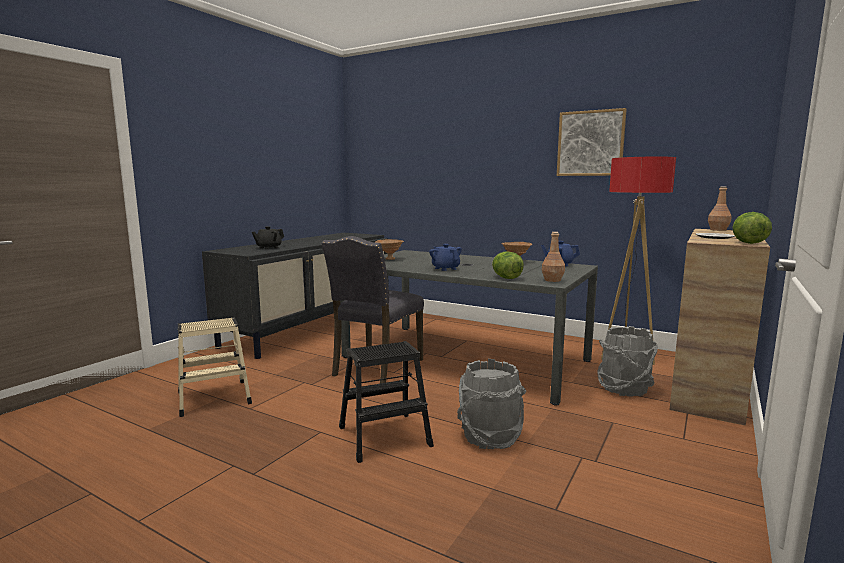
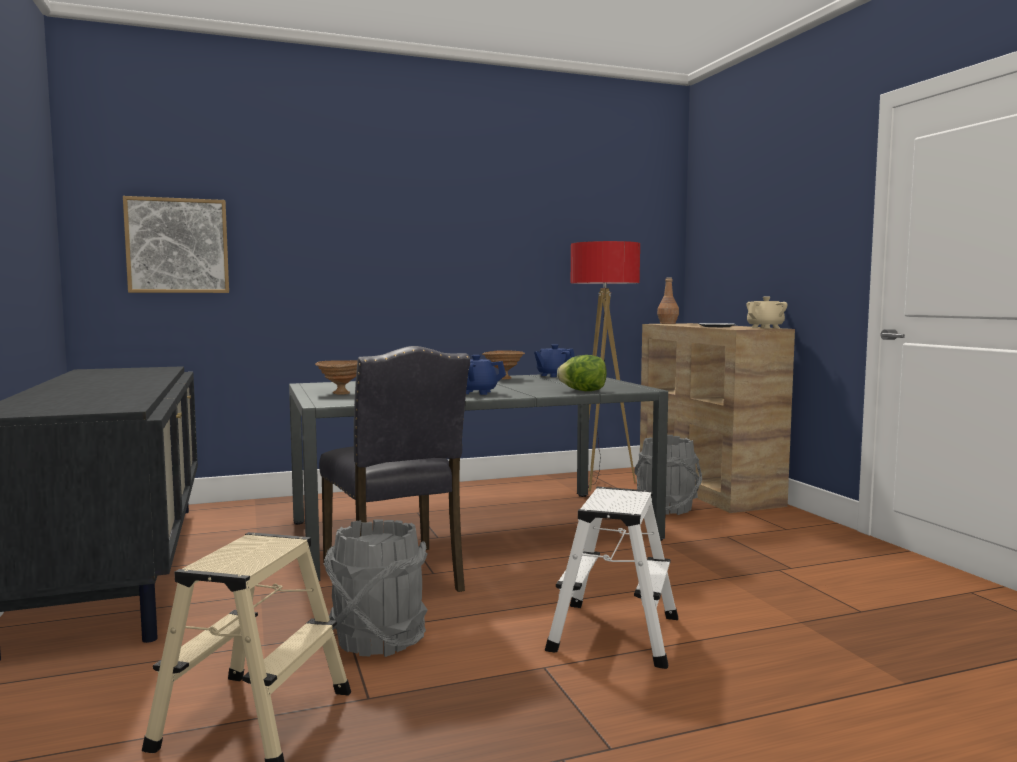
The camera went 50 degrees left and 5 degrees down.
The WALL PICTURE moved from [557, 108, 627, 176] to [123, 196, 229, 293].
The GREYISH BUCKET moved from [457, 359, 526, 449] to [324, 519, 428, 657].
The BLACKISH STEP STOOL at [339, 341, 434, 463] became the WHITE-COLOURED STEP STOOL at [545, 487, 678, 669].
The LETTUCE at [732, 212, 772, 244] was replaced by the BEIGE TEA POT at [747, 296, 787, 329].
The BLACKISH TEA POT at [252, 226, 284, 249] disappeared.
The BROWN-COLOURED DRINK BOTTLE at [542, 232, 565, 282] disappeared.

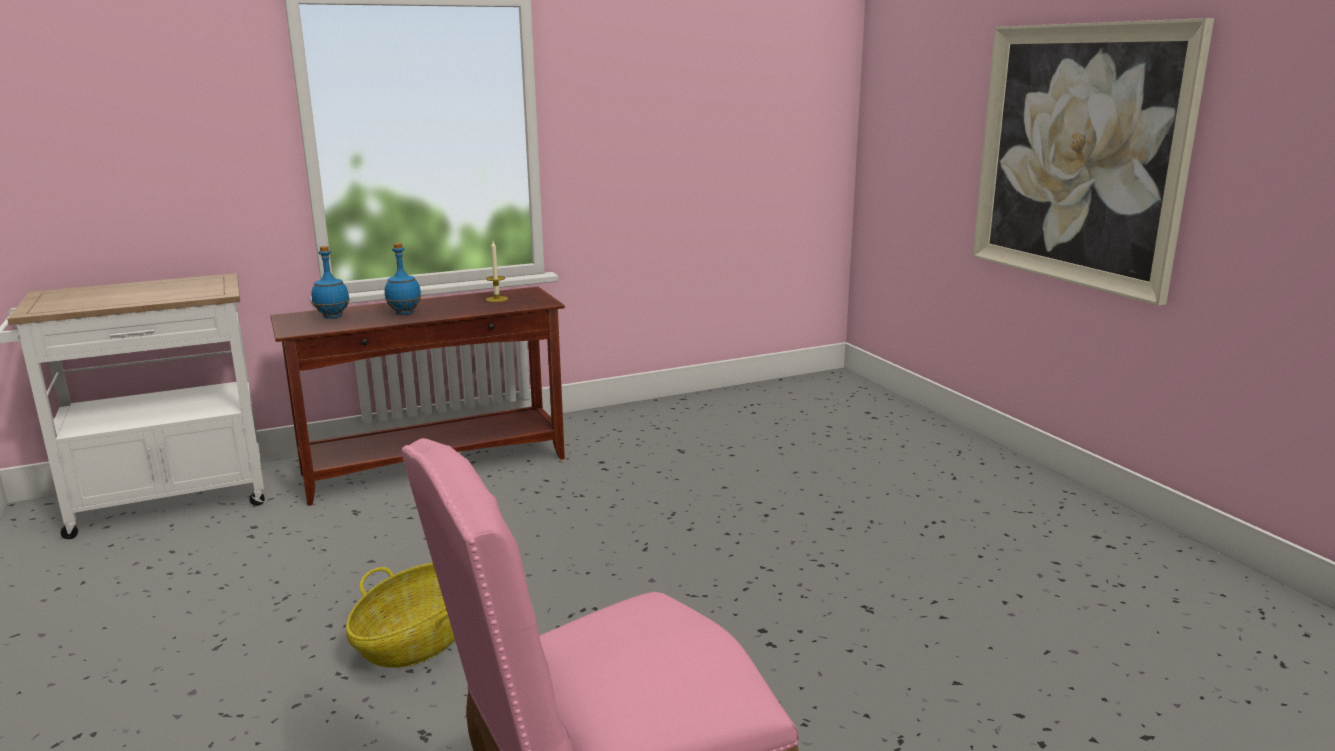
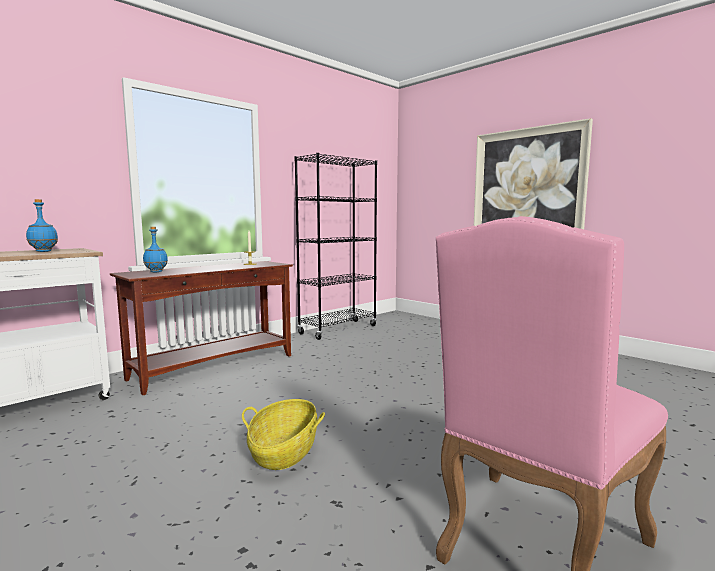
The camera went 20 degrees left and 10 degrees down.
The BLUE DRINK BOTTLE moved from [385, 243, 421, 315] to [26, 199, 58, 252].
The BLACKISH SHELVING UNIT at [294, 153, 377, 340] appeared.

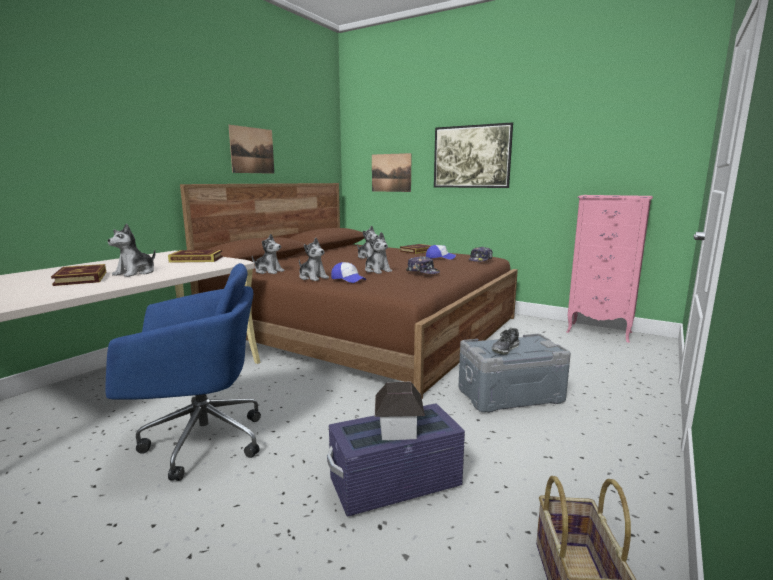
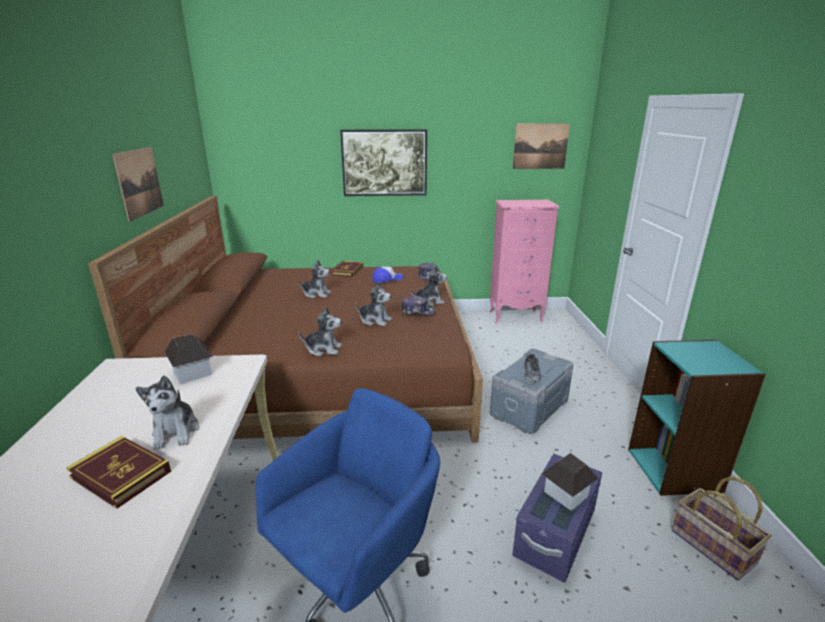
The camera went 35 degrees left and 10 degrees up.
The BOUND BOOK at [168, 250, 223, 263] was replaced by the TOY HOUSE at [165, 334, 213, 384].
The SOFT TOY moved from [252, 234, 284, 274] to [411, 265, 447, 306].
The WALL PICTURE moved from [372, 153, 412, 192] to [513, 123, 570, 169].
The TURQUOISE SHELVING UNIT at [628, 339, 766, 496] appeared.
The BASEBALL CAP at [331, 262, 366, 283] disappeared.

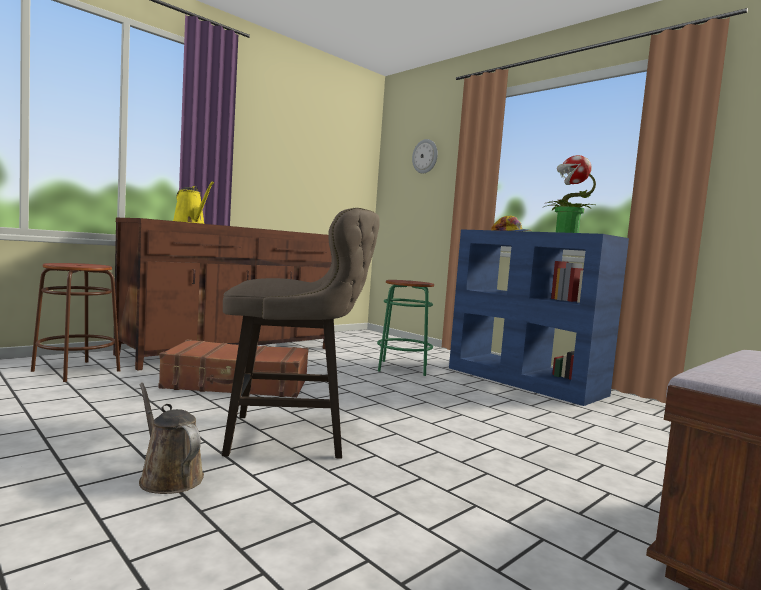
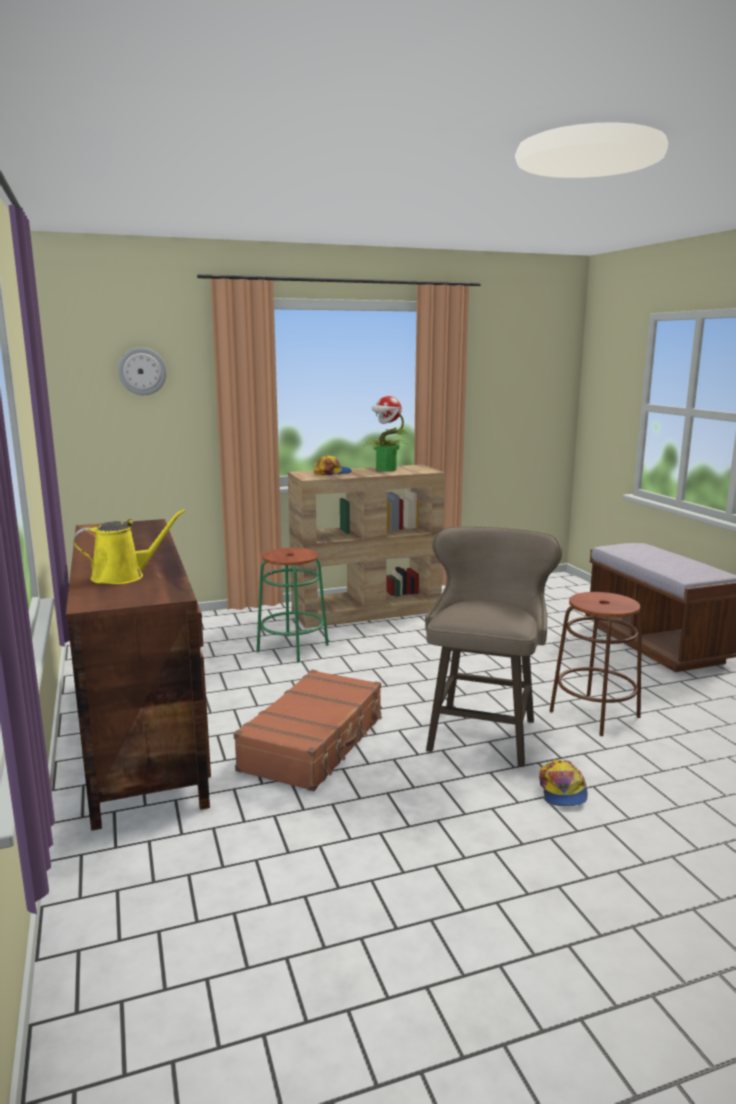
The camera went 65 degrees left and 10 degrees up.
The BLUE SHELVING UNIT at [449, 229, 629, 406] became the BROWN-COLOURED SHELVING UNIT at [288, 465, 445, 628].
The BROWN-COLOURED SPRINKLING CAN at [139, 383, 204, 494] was replaced by the BASEBALL CAP at [539, 760, 588, 806].
The BROWN-COLOURED STOOL SEAT moved from [31, 263, 120, 382] to [549, 592, 642, 736].

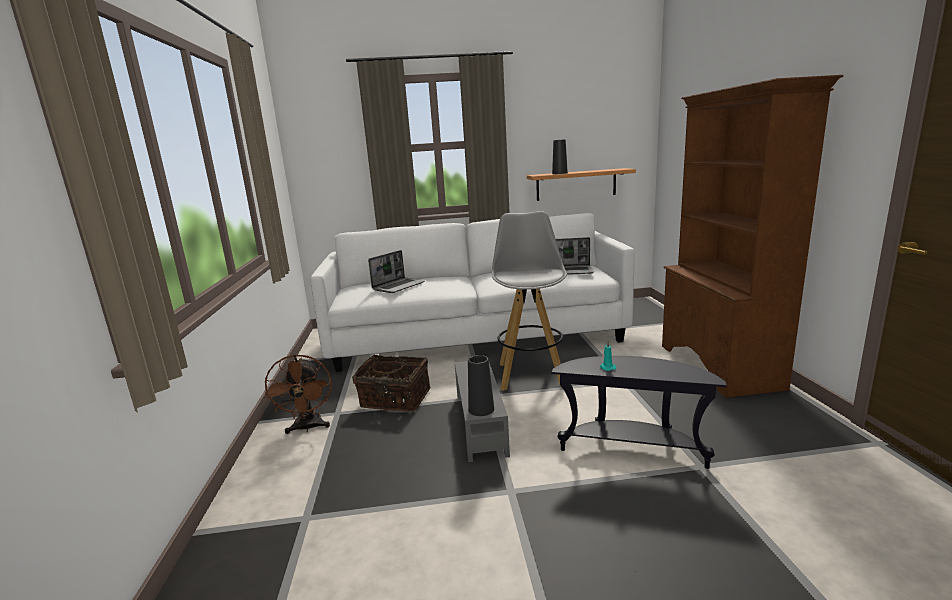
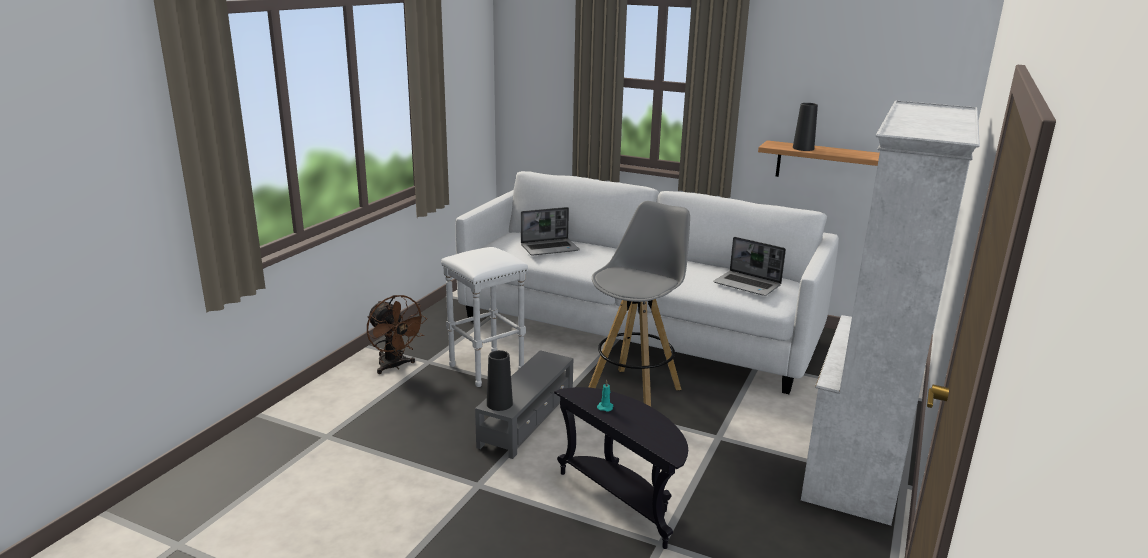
The camera went 30 degrees right and 5 degrees up.
The BROWN-COLOURED ELECTRIC FAN at [264, 354, 332, 434] turned 60 degrees counterclockwise.
The HOUSEHOLD BASKET at [352, 355, 431, 412] was replaced by the WHITE-COLOURED STOOL SEAT at [441, 247, 528, 387].
The BROWN-COLOURED SHELVING UNIT at [662, 75, 844, 398] became the WHITE-COLOURED SHELVING UNIT at [801, 101, 980, 526].

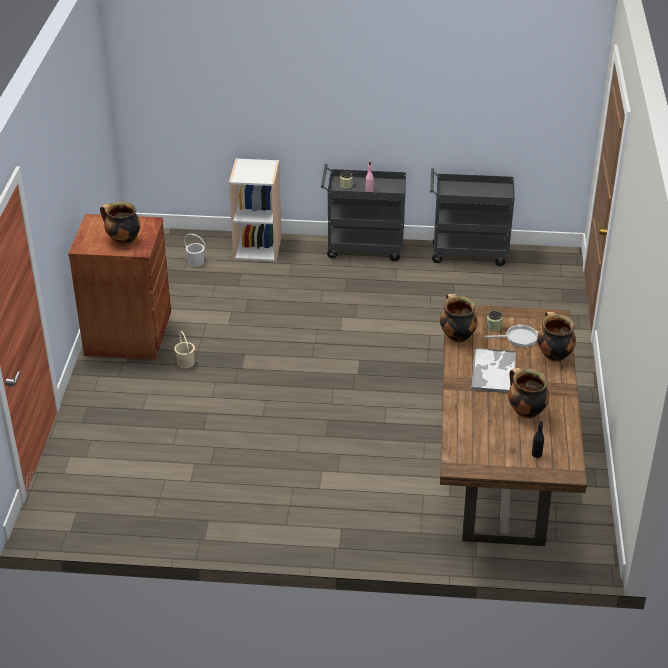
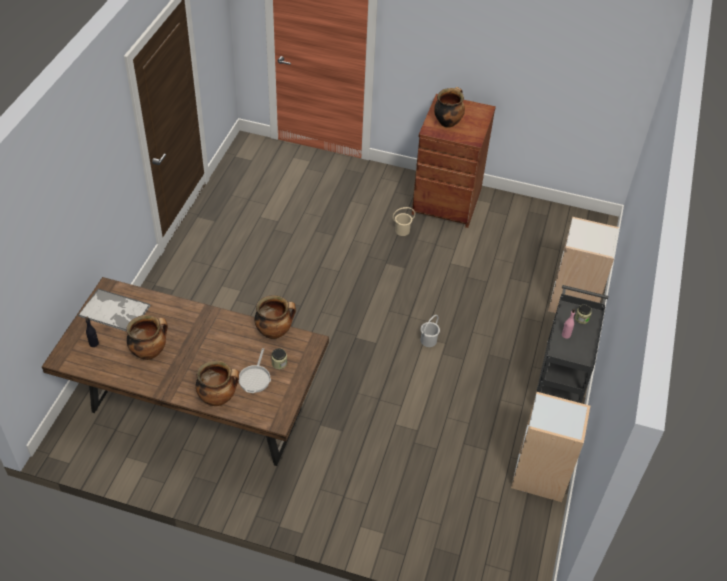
The camera went 100 degrees right and 10 degrees up.
The CARRYING TRAY moved from [471, 348, 516, 393] to [78, 288, 151, 331].
The WHITE-COLOURED BUCKET moved from [184, 234, 206, 267] to [420, 315, 440, 347].
The GREYISH CART at [430, 168, 515, 266] was replaced by the SHELVING UNIT at [511, 392, 590, 502].

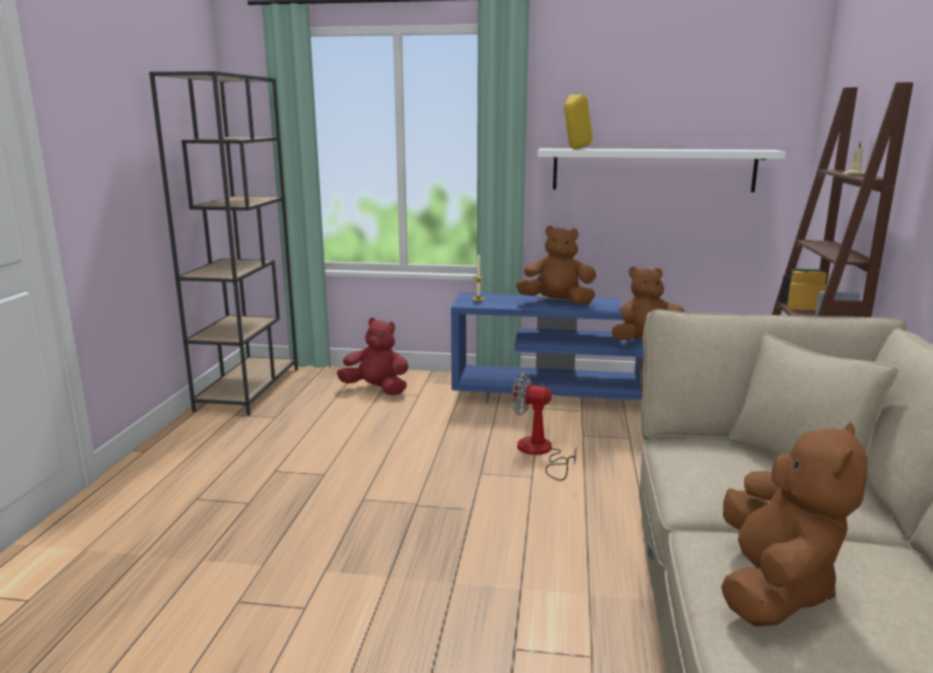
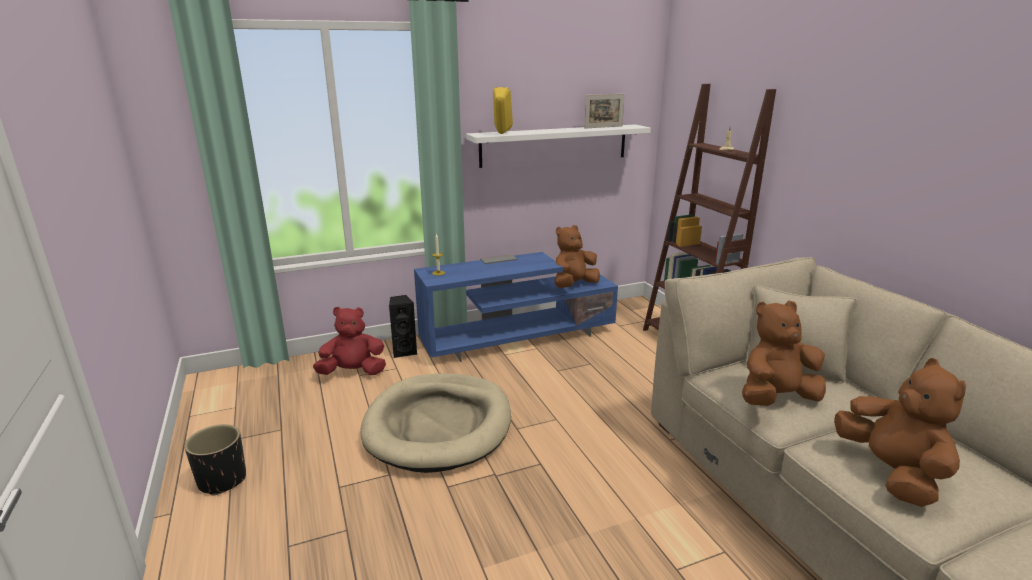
The camera went 30 degrees left and 5 degrees up.
The BLACKISH PLANT POT at [184, 424, 246, 496] appeared.
The BEIGE DOG BED at [360, 373, 511, 473] appeared.
The BLACKISH SPEAKER at [389, 295, 417, 358] appeared.
The STANDING FRAME at [584, 94, 625, 129] appeared.
The BROWN-COLOURED SOFT TOY moved from [516, 226, 596, 305] to [742, 301, 826, 406].
The SHELVING UNIT at [149, 71, 298, 415] disappeared.
The ELECTRIC FAN at [512, 372, 577, 481] disappeared.

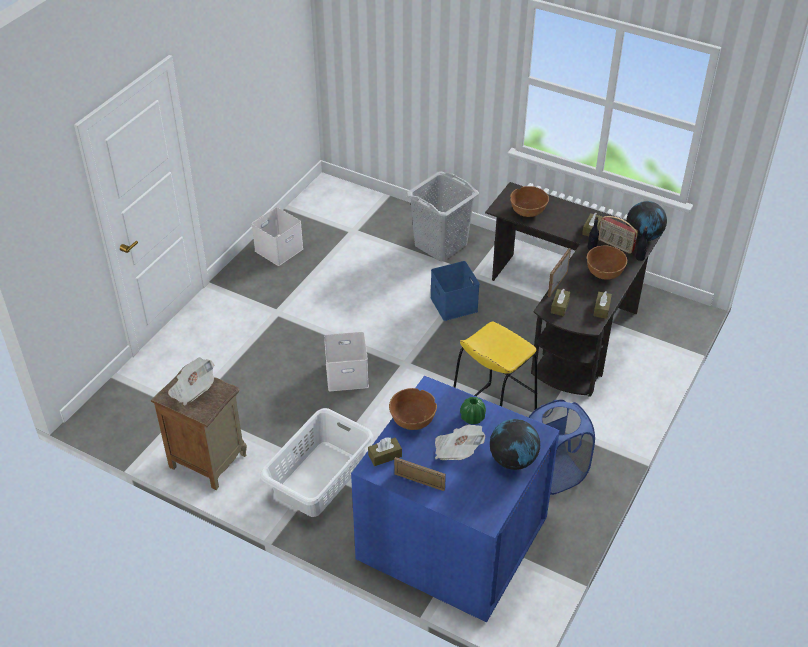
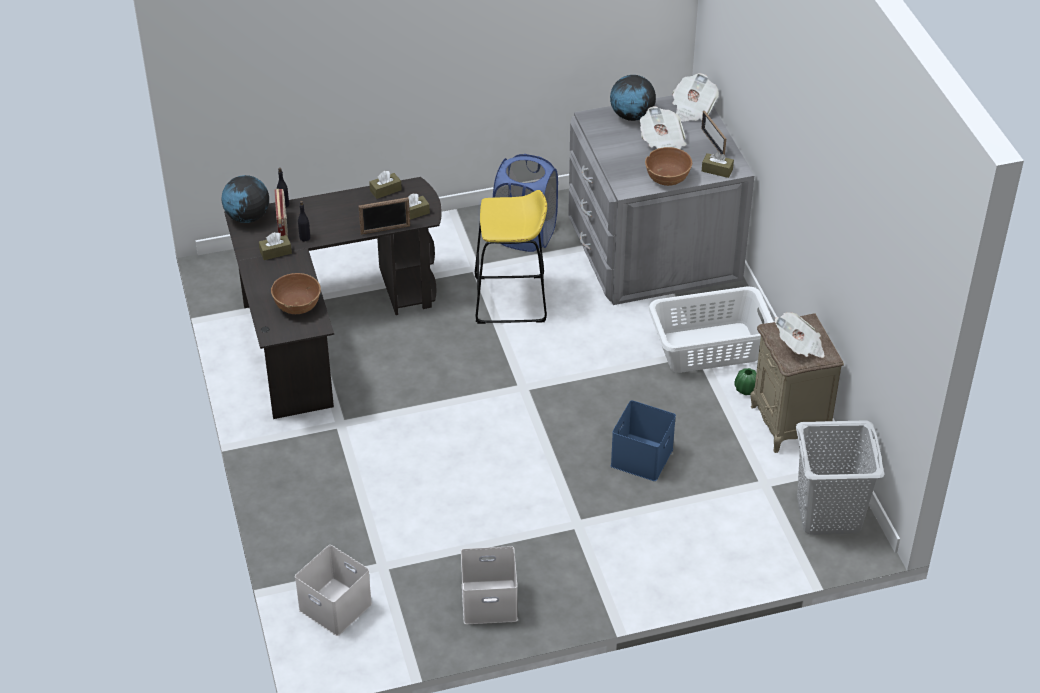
The camera went 135 degrees left and 0 degrees up.
The WHITE-COLOURED STORAGE BOX moved from [324, 332, 369, 391] to [295, 545, 372, 636].
The BLUE DRESSER at [351, 376, 560, 623] became the GREYISH DRESSER at [568, 95, 754, 305].
The BLUE STORAGE BOX moved from [430, 261, 480, 321] to [611, 400, 676, 481].
The NEWSPAPER at [672, 73, 719, 121] appeared.
The GREEN FLOWER VASE moved from [460, 397, 486, 424] to [734, 368, 756, 395].
The GREYISH LAUNDRY BASKET moved from [406, 171, 479, 261] to [796, 420, 885, 535].
The BROWN-COLOURED DEEP DISH at [587, 245, 627, 280] disappeared.

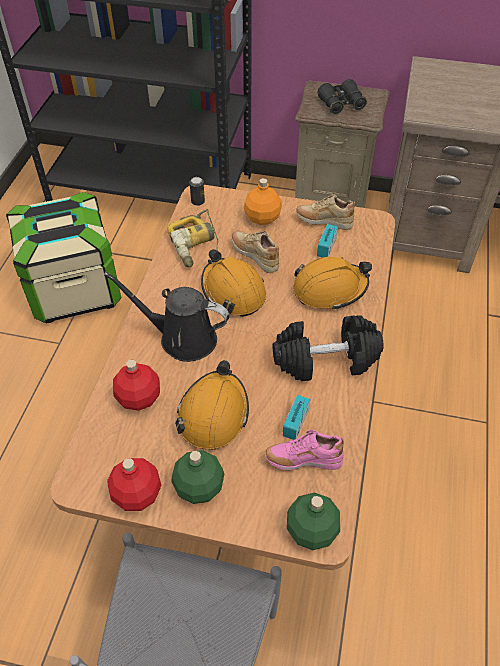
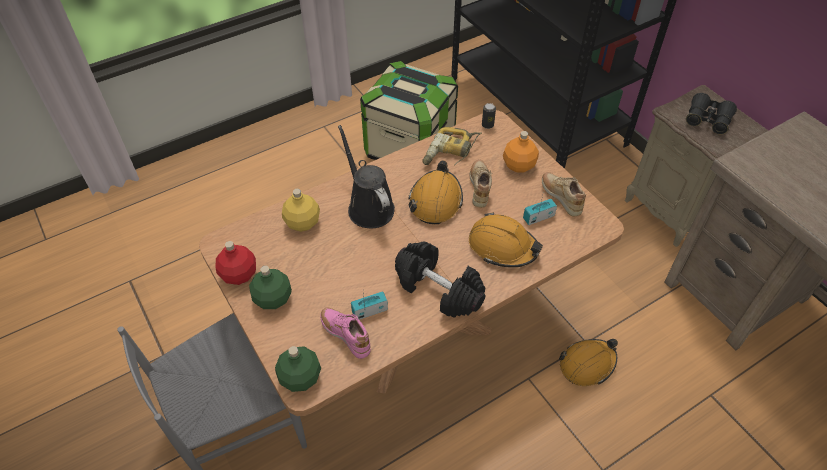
The camera went 45 degrees right and 0 degrees up.
The REDDISH DRINK BOTTLE at [113, 359, 160, 411] became the YELLOW DRINK BOTTLE at [282, 189, 320, 232].
The ORANGE-COLOURED HARD HAT moved from [175, 360, 249, 450] to [559, 339, 618, 386].

